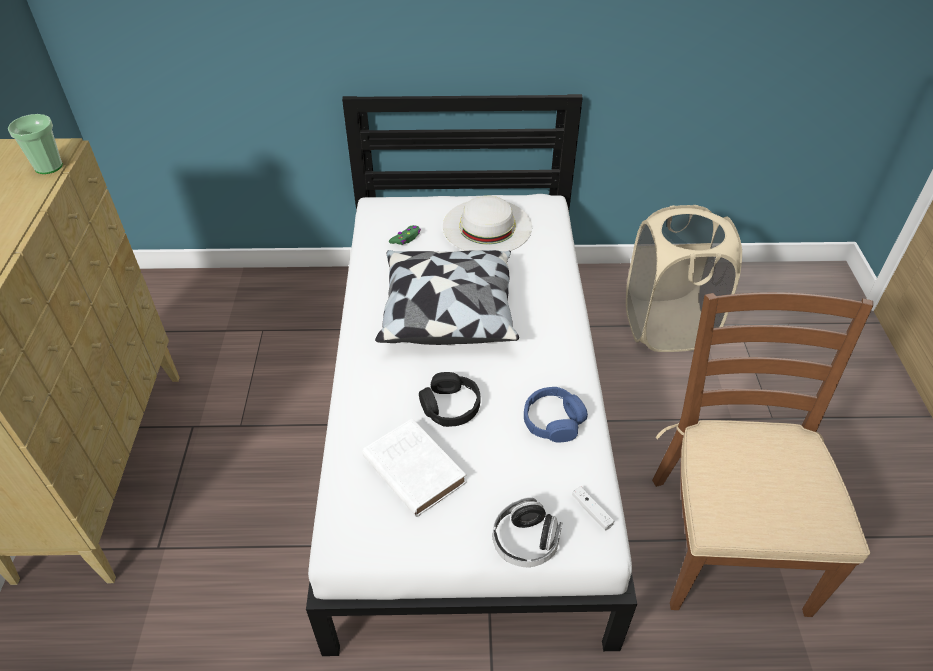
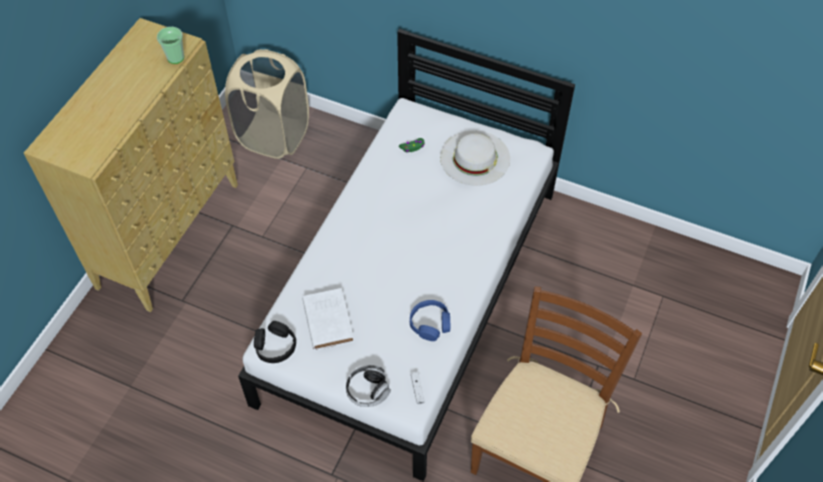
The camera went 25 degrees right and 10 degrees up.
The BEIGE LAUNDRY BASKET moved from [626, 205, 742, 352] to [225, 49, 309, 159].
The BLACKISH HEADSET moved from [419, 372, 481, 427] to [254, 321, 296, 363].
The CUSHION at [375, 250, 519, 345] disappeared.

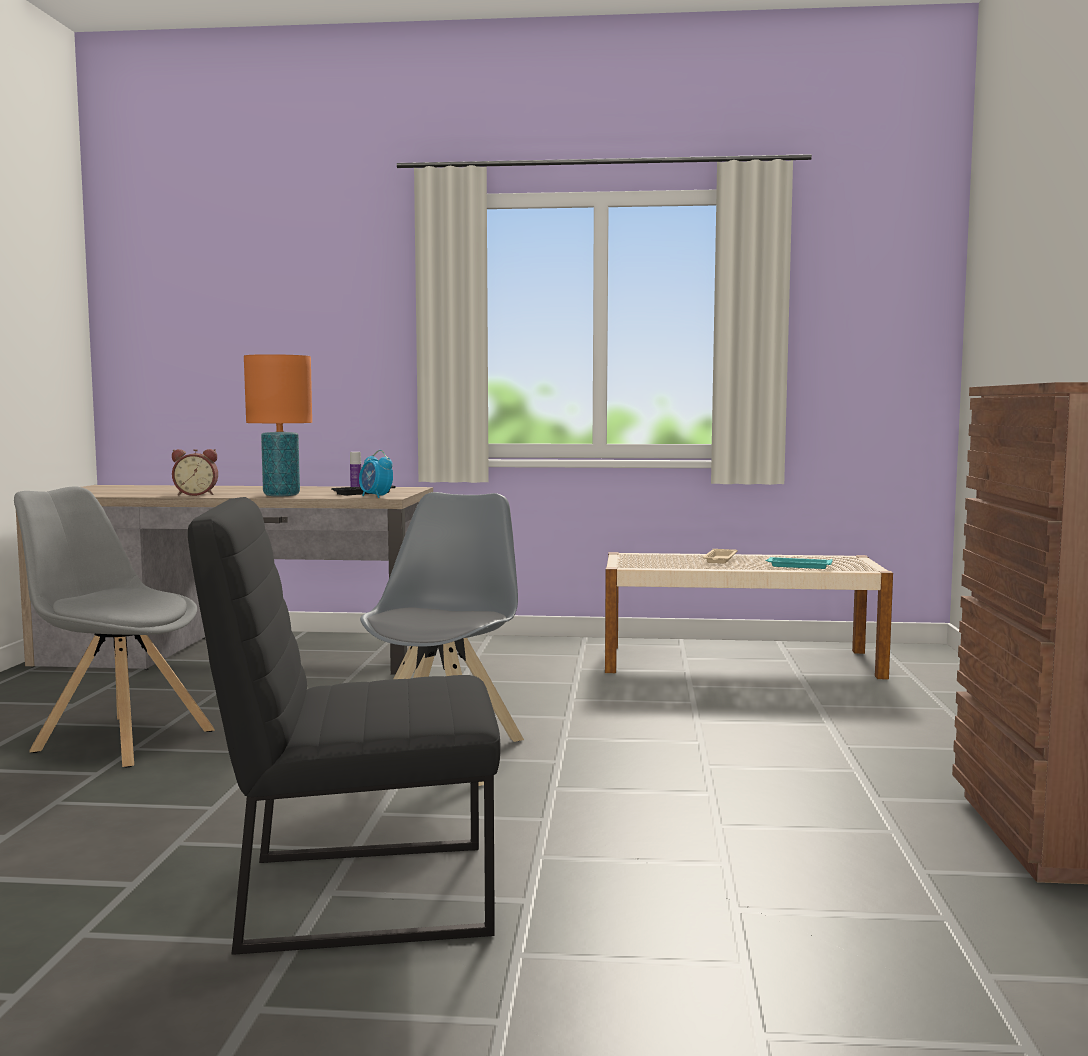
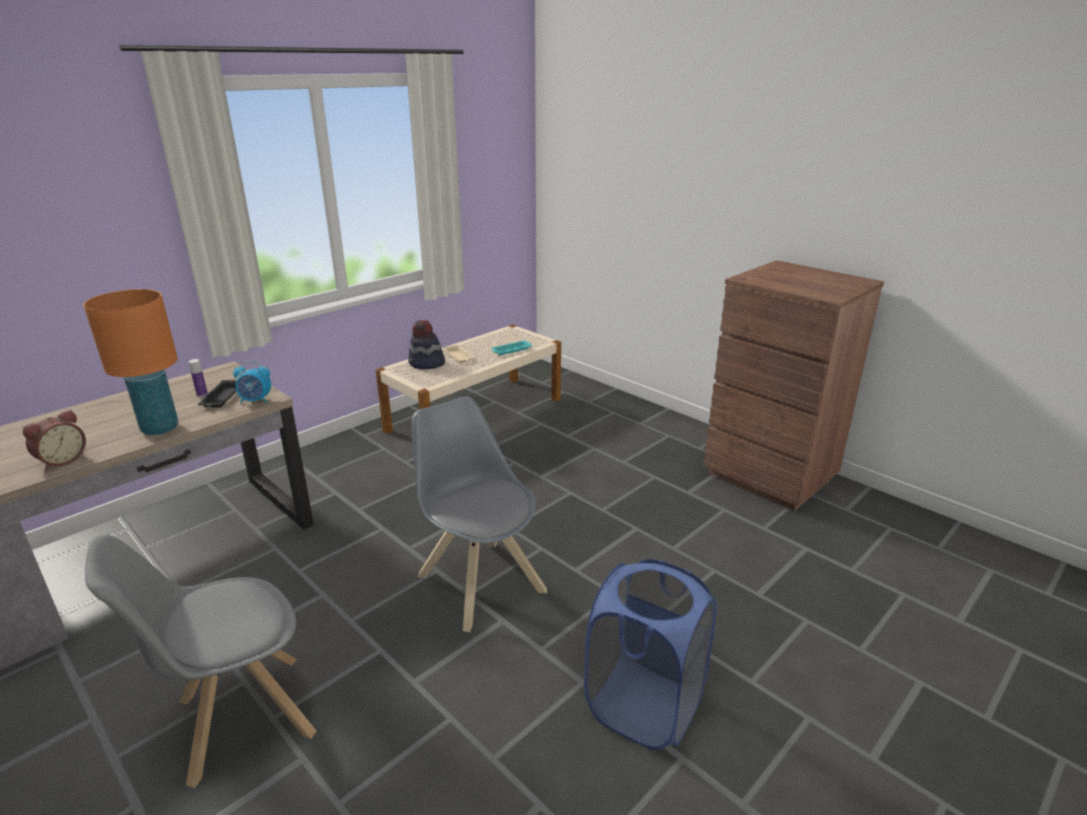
The camera went 50 degrees left and 20 degrees up.
The CLOTHING HAT at [408, 320, 445, 369] appeared.
The BLACKISH CHAIR at [188, 497, 501, 955] was replaced by the BLUE LAUNDRY BASKET at [584, 559, 717, 750].

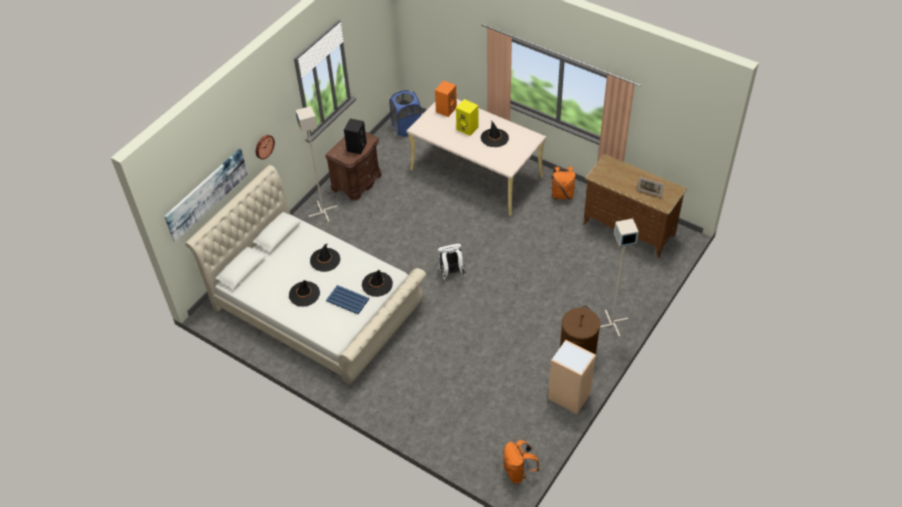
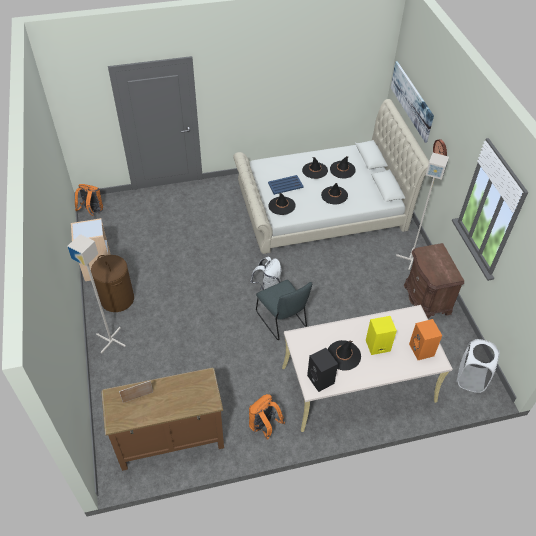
The camera went 130 degrees right and 0 degrees up.
The GREYISH CHAIR at [256, 280, 312, 340] appeared.
The BLACKISH SPEAKER moved from [344, 118, 367, 154] to [307, 348, 338, 392].
The BLACKISH CLOTHING HAT at [330, 156, 356, 179] appeared.
The BLUE LAUNDRY BASKET at [390, 90, 421, 137] became the WHITE-COLOURED LAUNDRY BASKET at [456, 339, 500, 393].

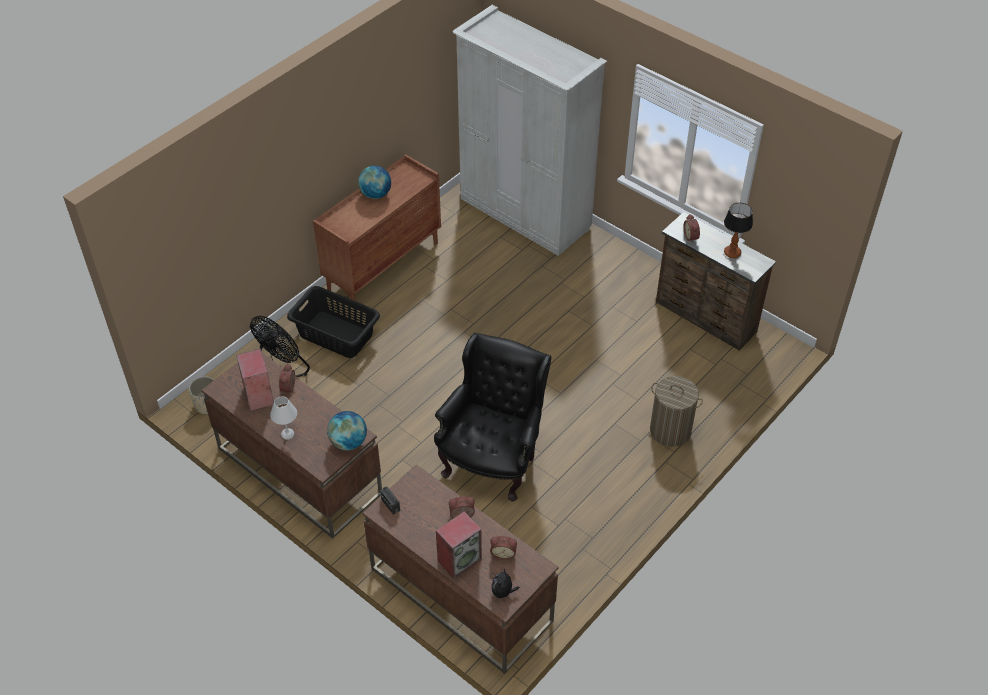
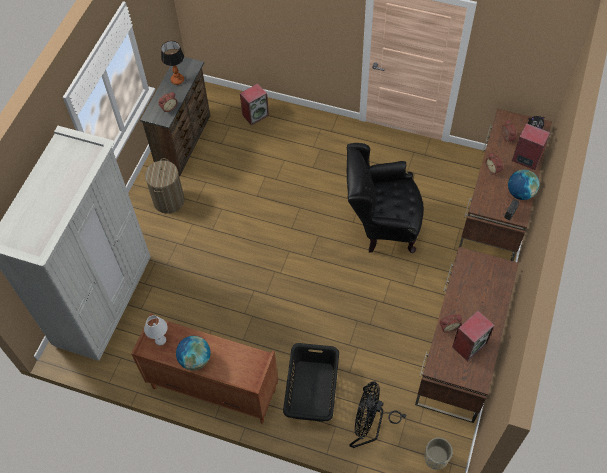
The camera went 110 degrees left and 10 degrees up.
The WHITE-COLOURED LAMP FOR A TABLE moved from [270, 396, 297, 440] to [144, 315, 167, 345].
The LAUNDRY BASKET moved from [650, 376, 703, 446] to [145, 158, 185, 214].
The SPEAKER at [240, 83, 269, 126] appeared.
The GLOBE moved from [327, 411, 367, 450] to [508, 170, 539, 200].

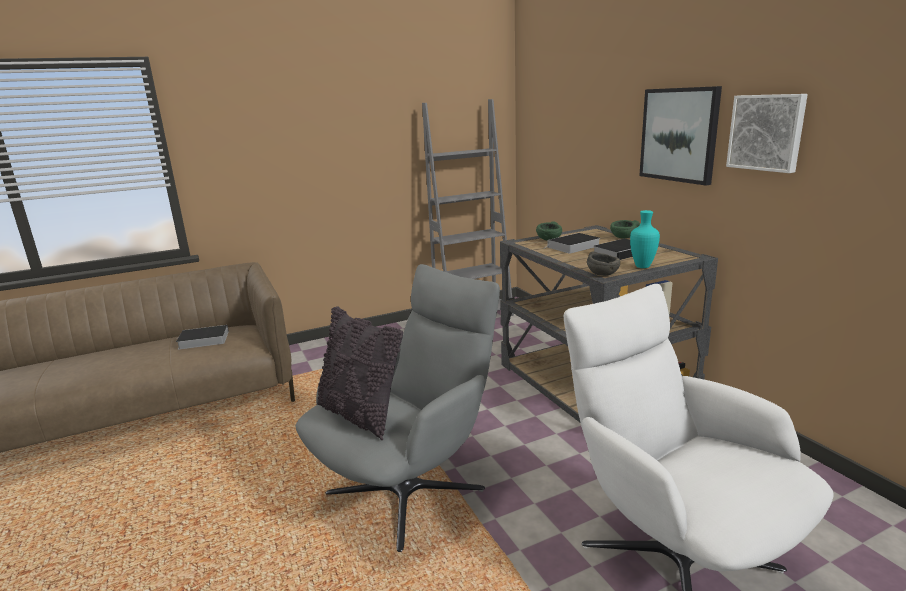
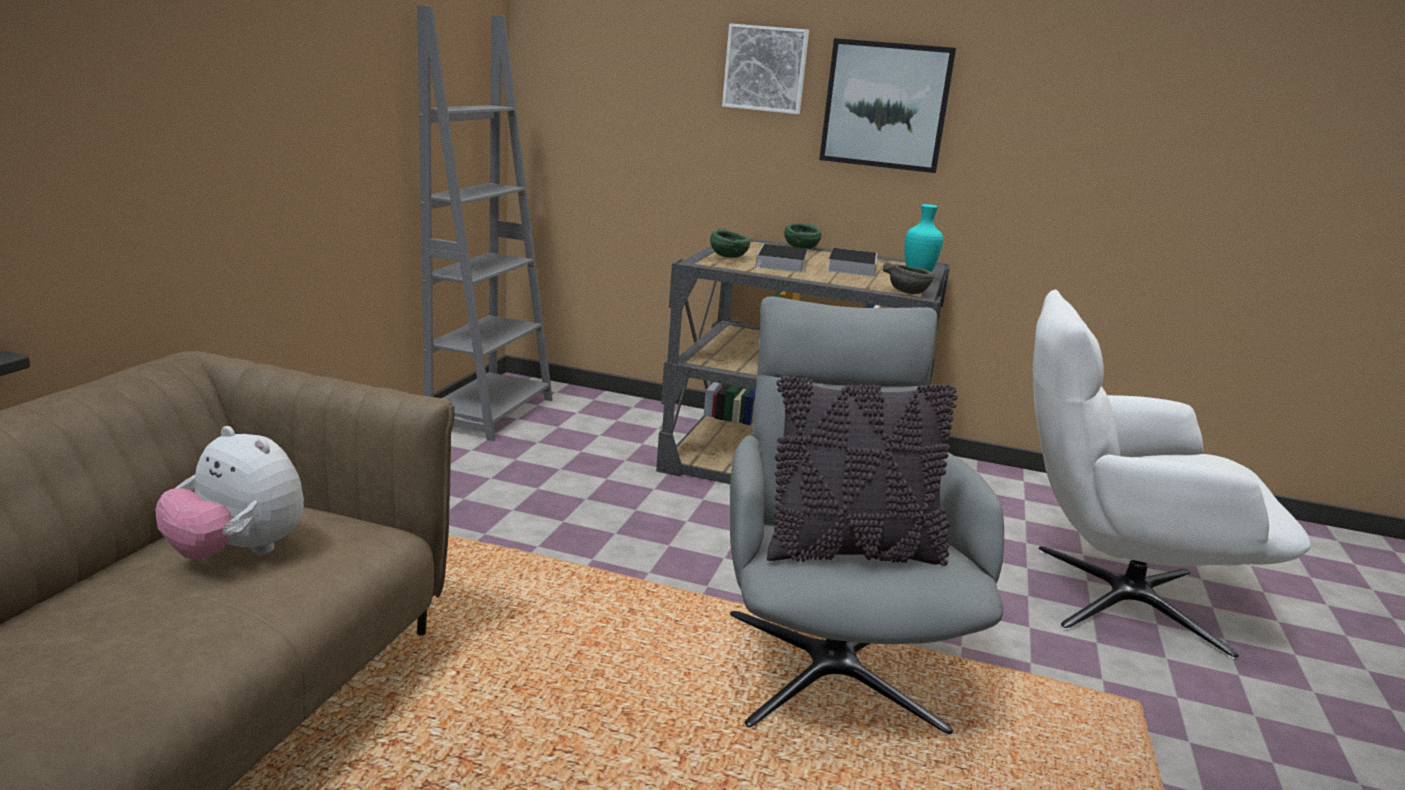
The camera went 50 degrees left and 0 degrees up.
The BOUND BOOK at [176, 325, 229, 350] was replaced by the SOFT TOY at [156, 426, 304, 560].
The WALL PICTURE moved from [726, 94, 808, 173] to [722, 24, 809, 114].

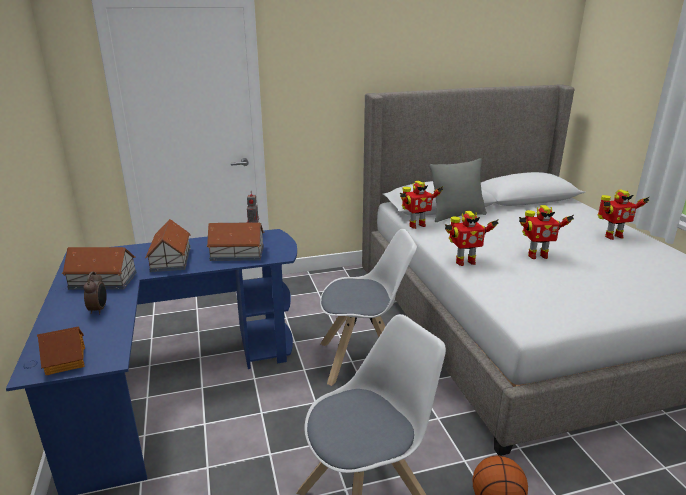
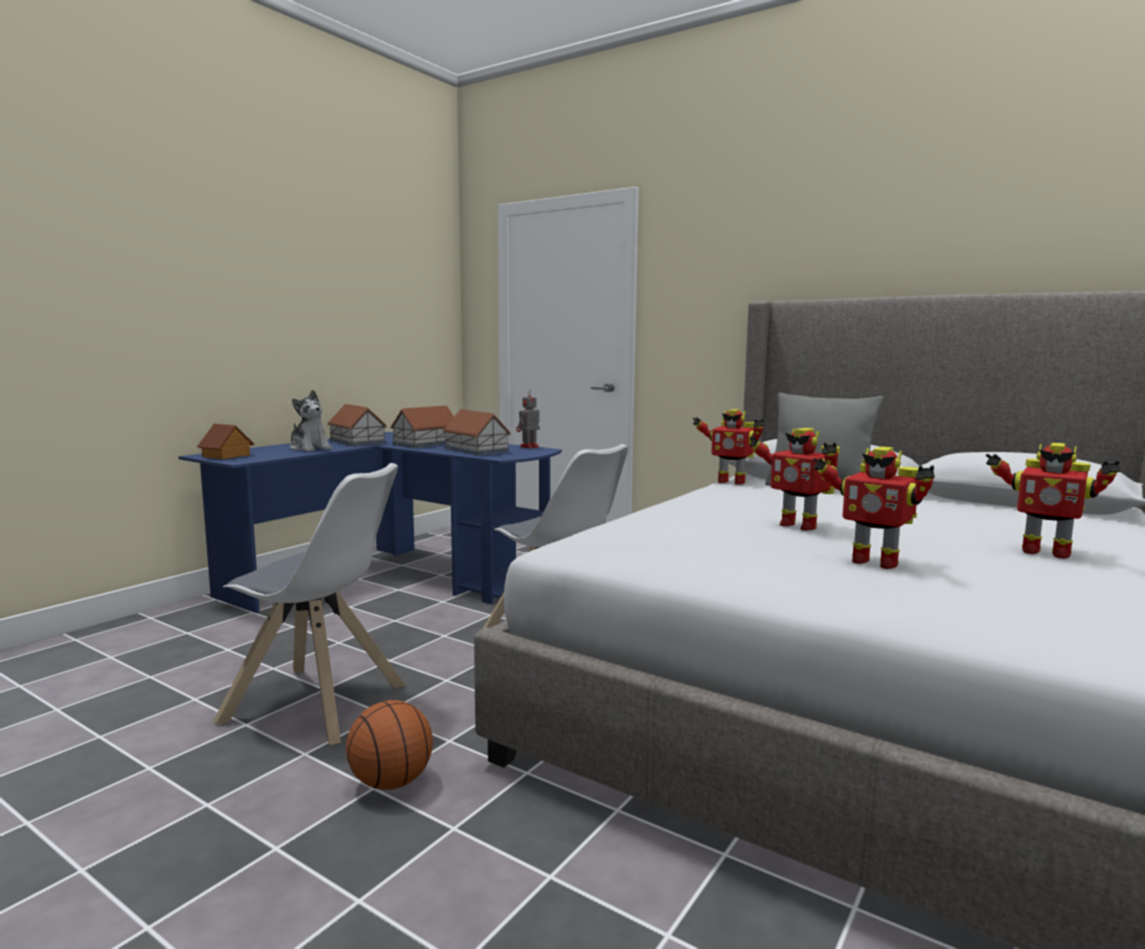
The camera went 50 degrees right and 15 degrees down.
The TABLE CLOCK at [83, 271, 107, 314] was replaced by the SOFT TOY at [290, 390, 332, 452].
The ROBOT FIGURE moved from [445, 211, 499, 266] to [813, 446, 935, 569].

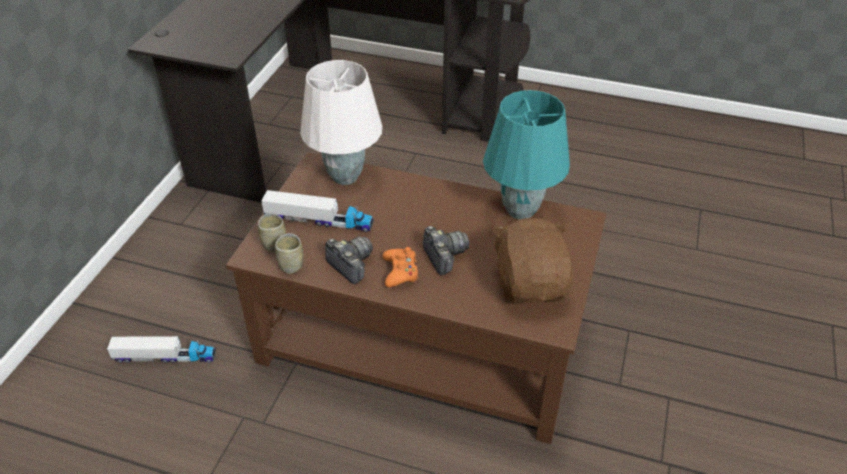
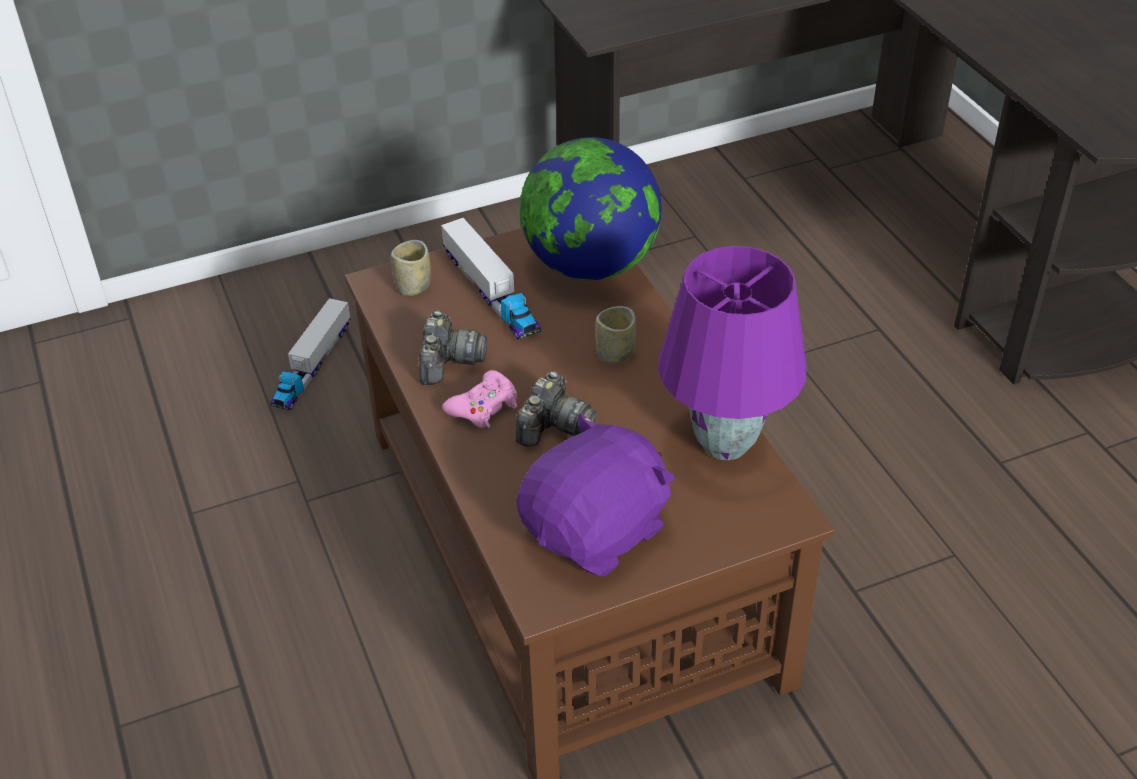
The camera went 50 degrees right and 0 degrees up.
The TOY TRUCK at [107, 336, 216, 363] turned 60 degrees clockwise.
The ORANGE-COLOURED GAME CONTROLLER at [382, 247, 419, 287] became the PINKISH GAME CONTROLLER at [442, 370, 517, 428].
The BROWN-COLOURED SOFT TOY at [491, 218, 574, 304] became the PURPLE SOFT TOY at [516, 413, 675, 576].
The WHITE-COLOURED LAMP FOR A TABLE at [300, 60, 382, 185] was replaced by the GLOBE at [520, 137, 662, 280].
The SMALL CUP moved from [275, 233, 304, 274] to [595, 306, 636, 364].
The TURQUOISE LAMP FOR A TABLE at [483, 90, 570, 219] became the PURPLE LAMP FOR A TABLE at [658, 246, 807, 460].

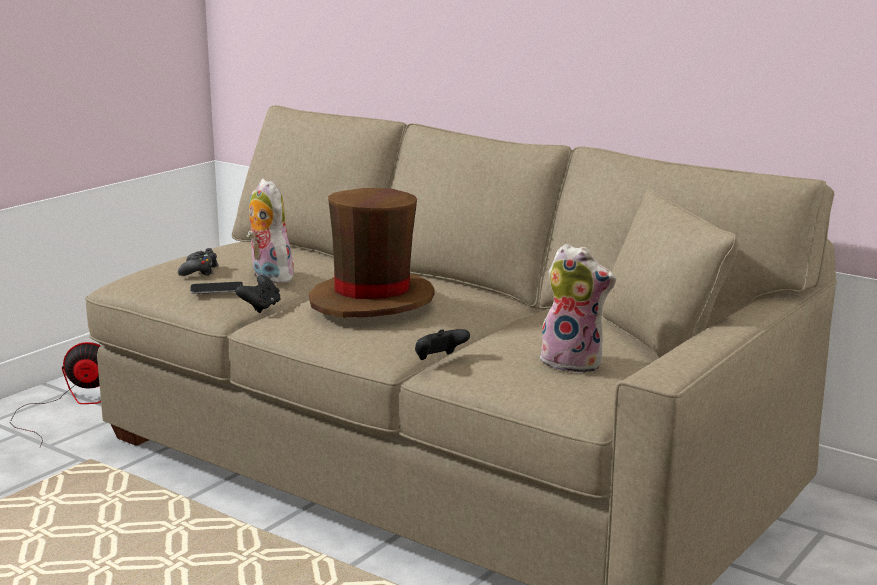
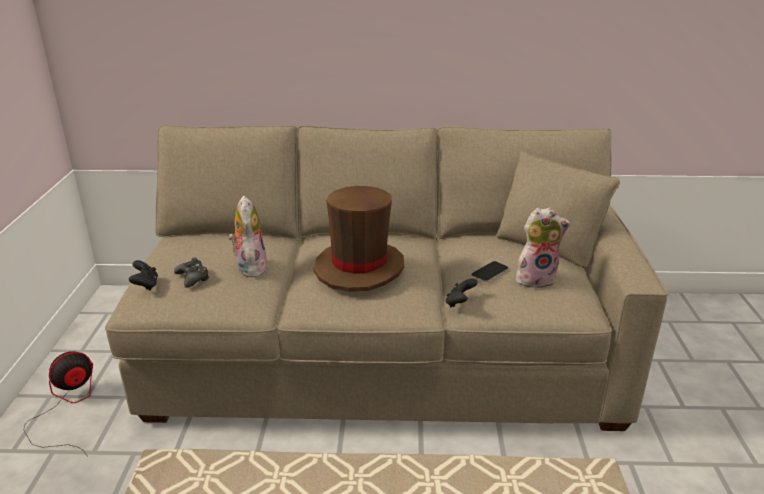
The camera went 35 degrees left and 10 degrees up.
The BLACKISH GAME CONTROLLER moved from [235, 275, 281, 313] to [129, 260, 158, 290].
The SOFT TOY at [247, 179, 294, 283] turned 60 degrees clockwise.
The TELEPHONE moved from [190, 282, 243, 294] to [471, 261, 508, 282].

